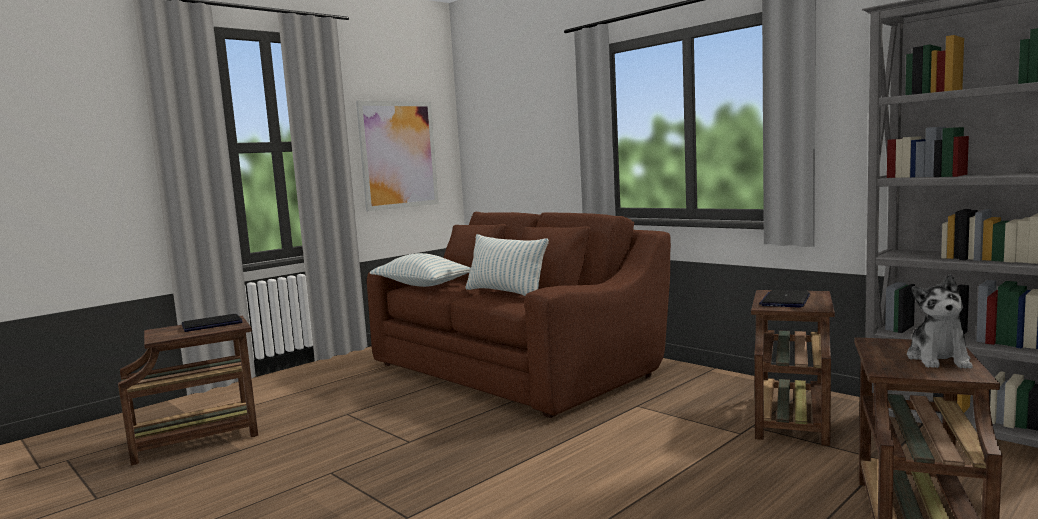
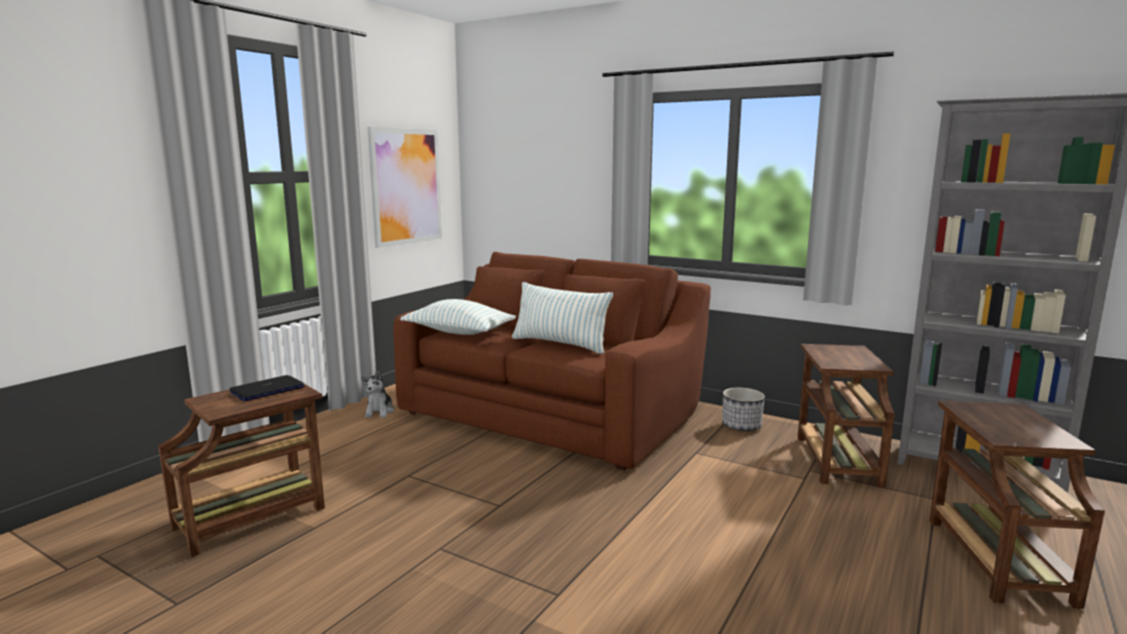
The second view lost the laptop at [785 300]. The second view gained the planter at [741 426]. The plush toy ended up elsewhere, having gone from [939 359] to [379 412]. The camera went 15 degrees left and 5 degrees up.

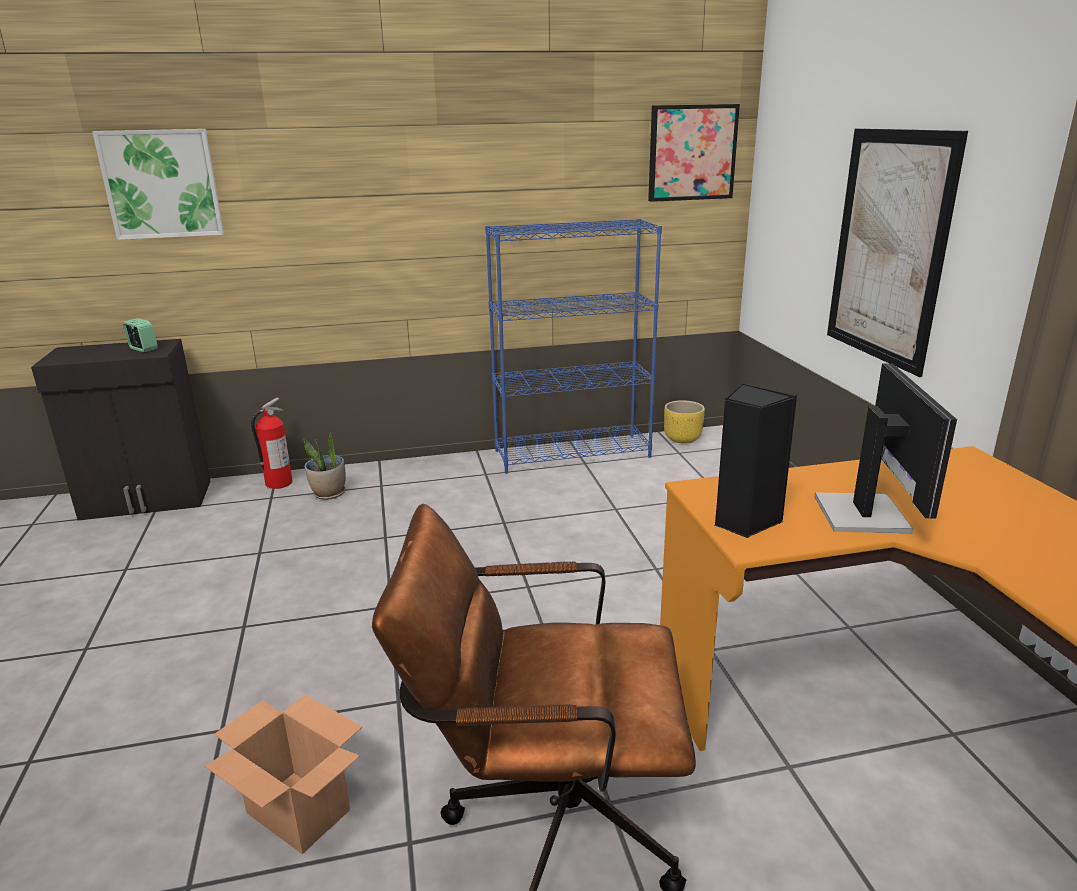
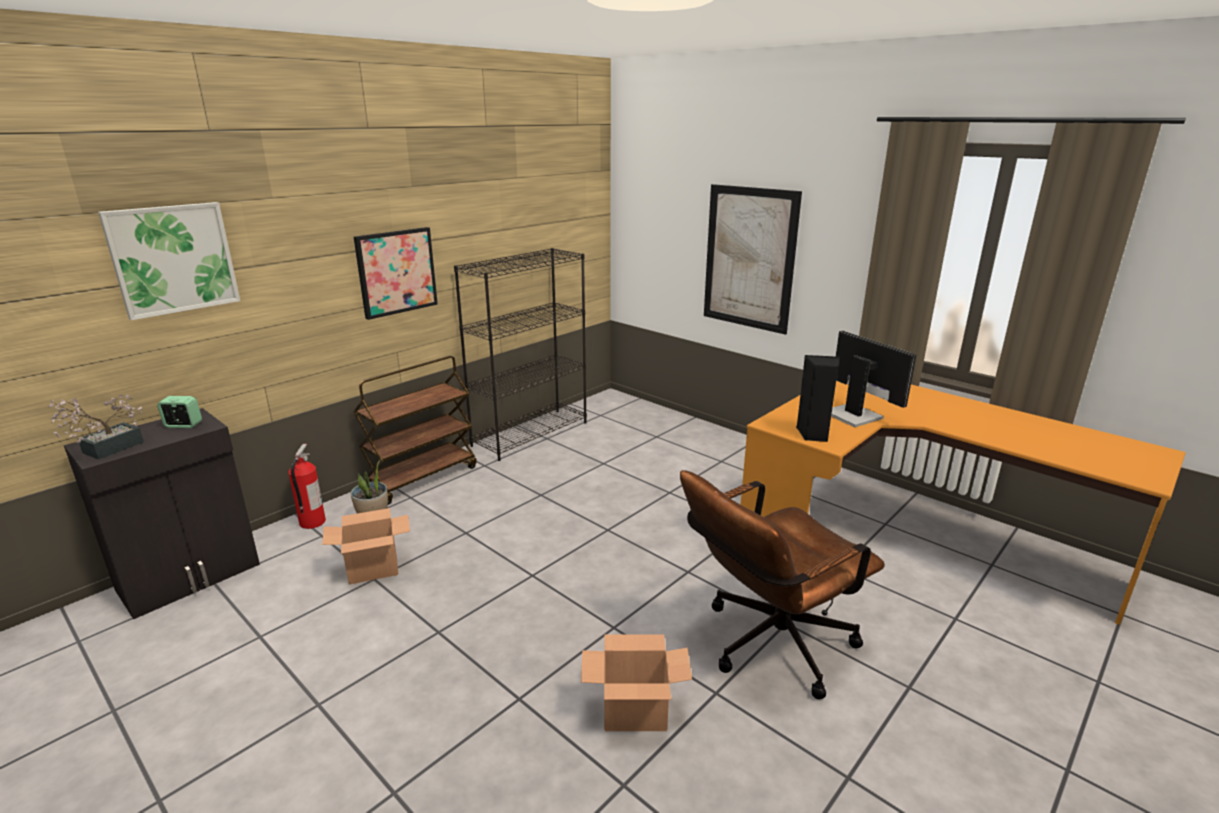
The second view lost the planter (yellow) at [682 439]. The second view gained the potted plant at [106 449]. The second view gained the cardboard box at [374 569]. The second view gained the cart (brown) at [422 477]. The picture ended up elsewhere, having gone from [692 153] to [396 272]. What was the bookcase (blue) at [573 453] turned into the bookcase (black) at [530 433]. The camera went 35 degrees left and 0 degrees up.

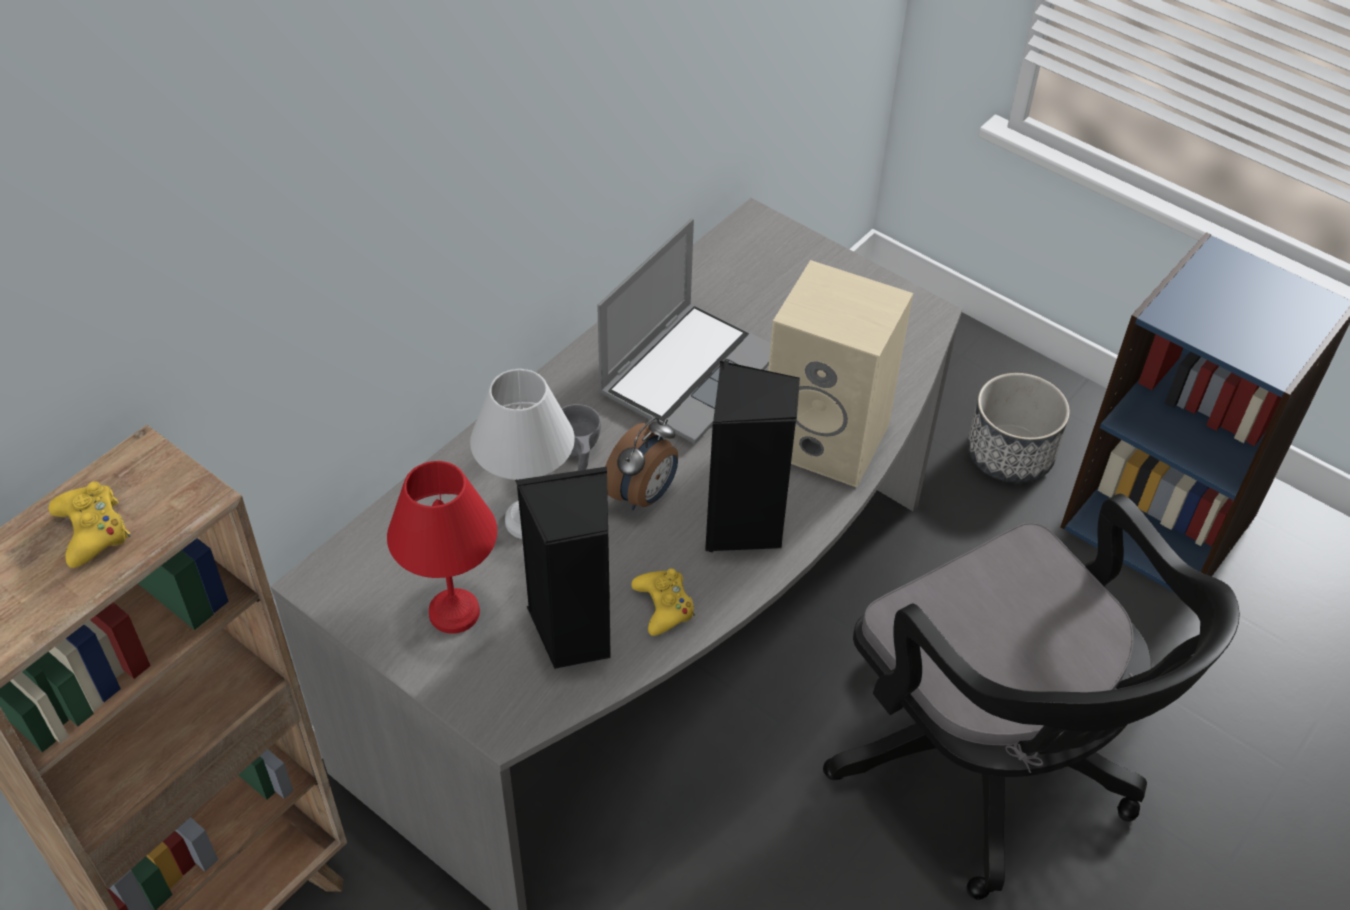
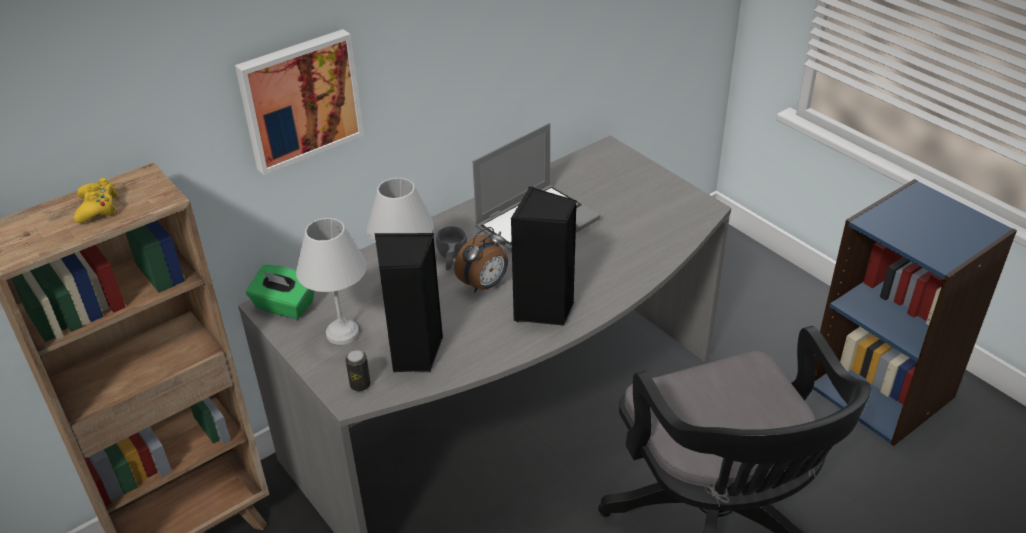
The second view lost the game controller (yellow) at [664 606]. The second view lost the speaker (beige) at [829 438]. The second view lost the planter at [1010 454]. The second view gained the picture at [299 99]. The second view gained the tissue box (green) at [284 306]. The second view gained the can at [360 385]. What was the table lamp (red) at [451 613] turned into the table lamp (white) at [340 333]. The camera went 15 degrees right and 10 degrees down.

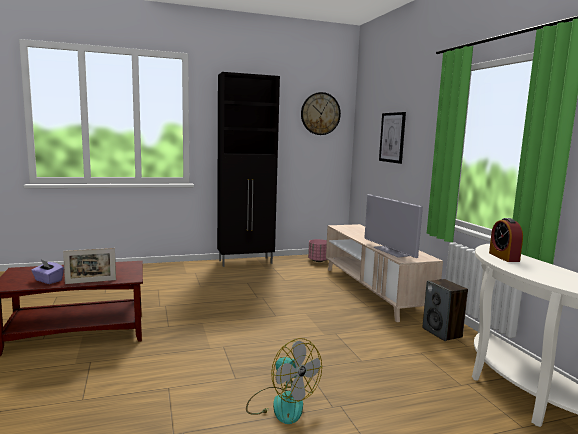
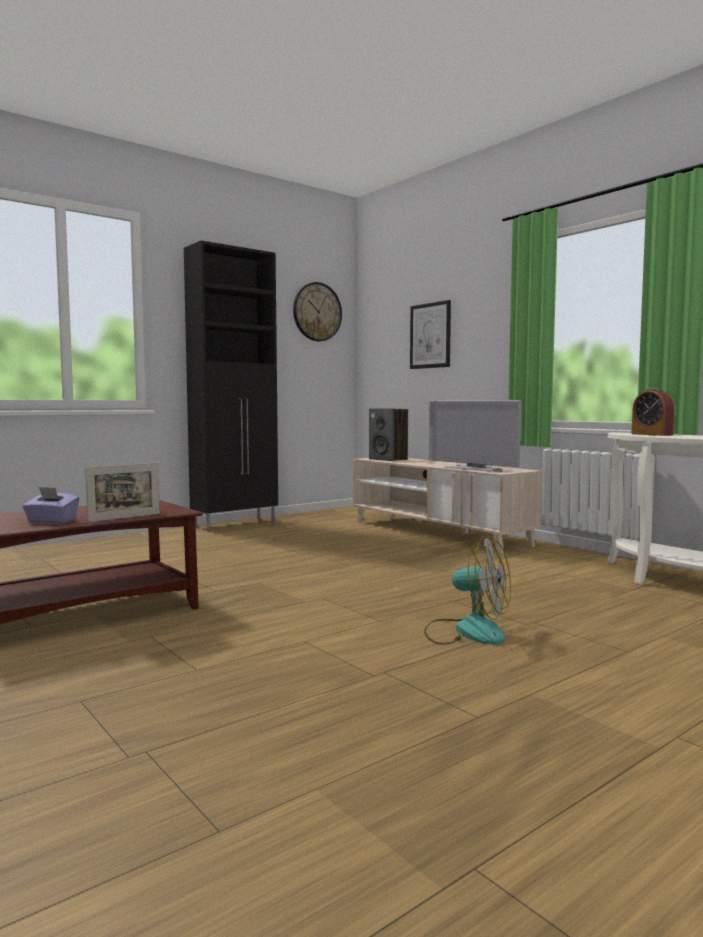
The second view lost the planter (pink) at [318 261]. The speaker ended up elsewhere, having gone from [442 333] to [388 459]. The camera went 20 degrees left and 5 degrees down.

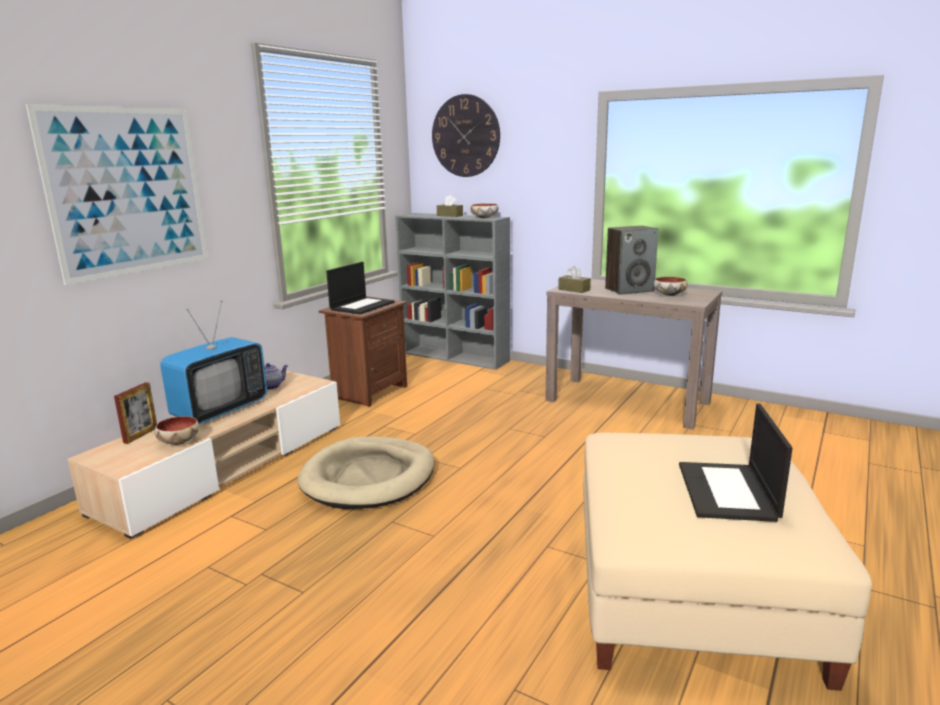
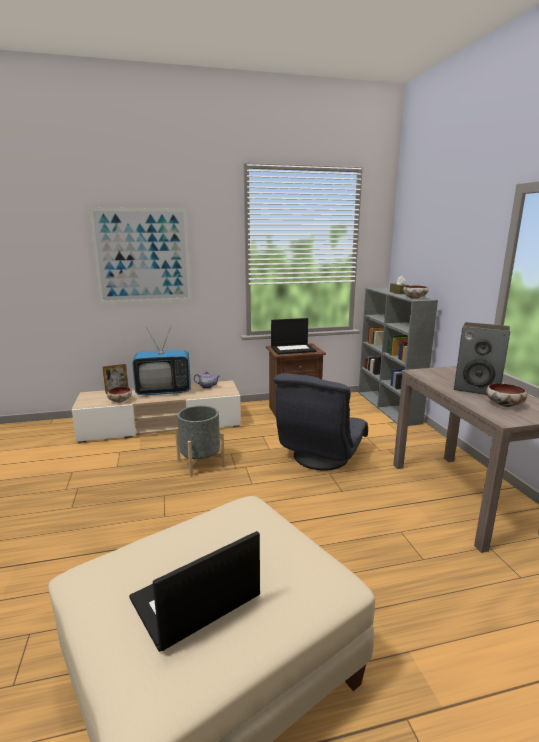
The second view lost the wall clock at [465 136]. The second view lost the tissue box (brown) at [574 290]. The second view gained the armchair (grey) at [319 457]. Where the dog bed (beige) stood at [369 477], the planter (grey) came to stand at [200 463]. The camera went 45 degrees right and 0 degrees up.

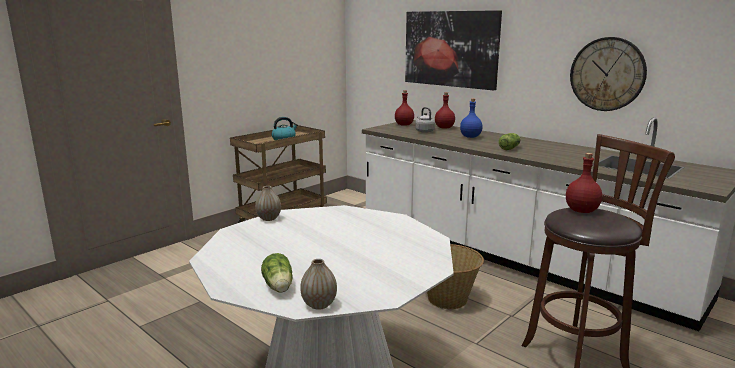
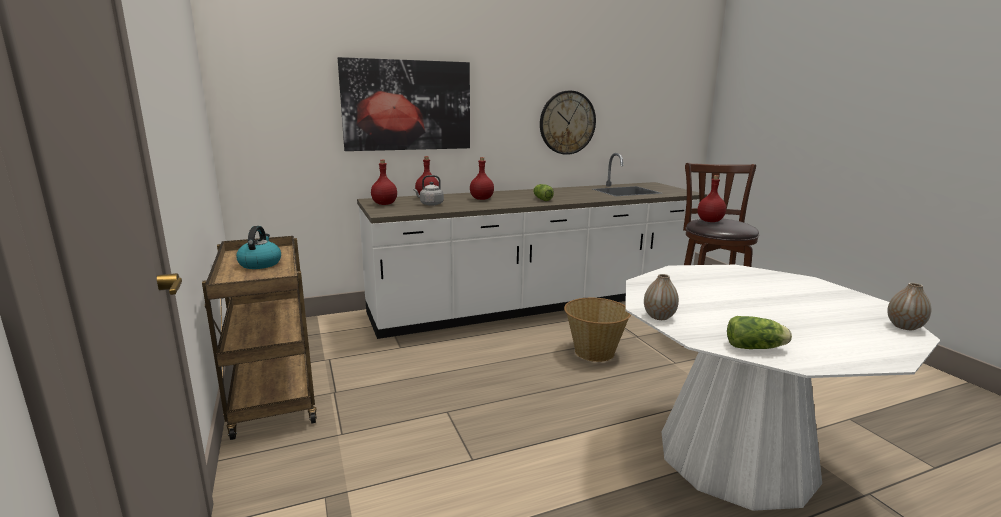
The lettuce ended up elsewhere, having gone from [278 287] to [756 347]. What was the bottle (blue) at [471 137] turned into the bottle (red) at [482 199]. The camera went 65 degrees left and 0 degrees up.

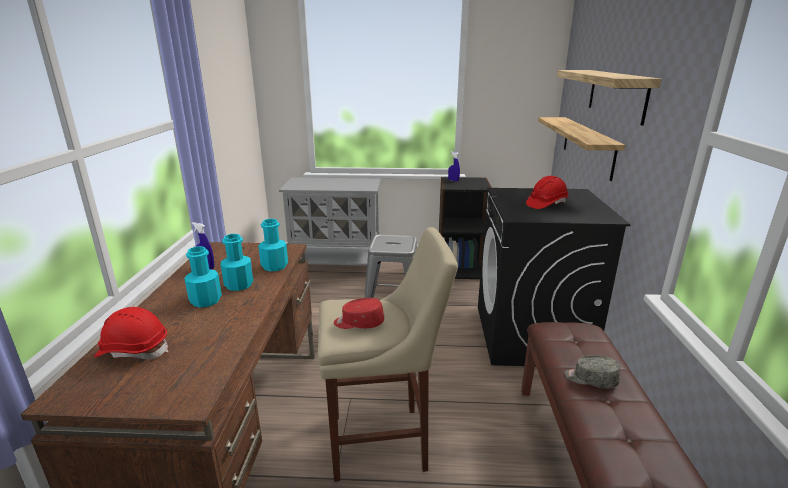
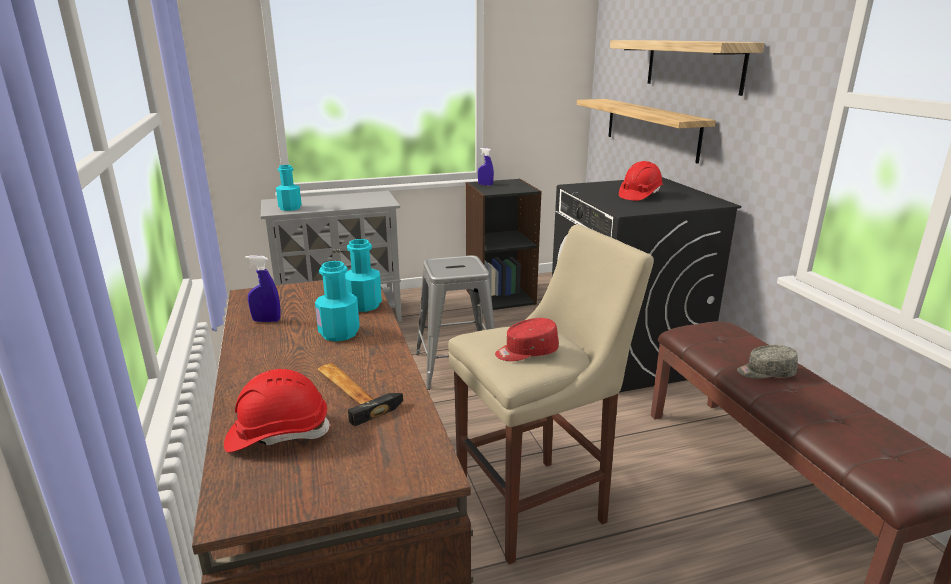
The second view gained the hammer at [353 392]. The bottle (turquoise) ended up elsewhere, having gone from [206 300] to [290 208]. The camera went 20 degrees left and 0 degrees up.

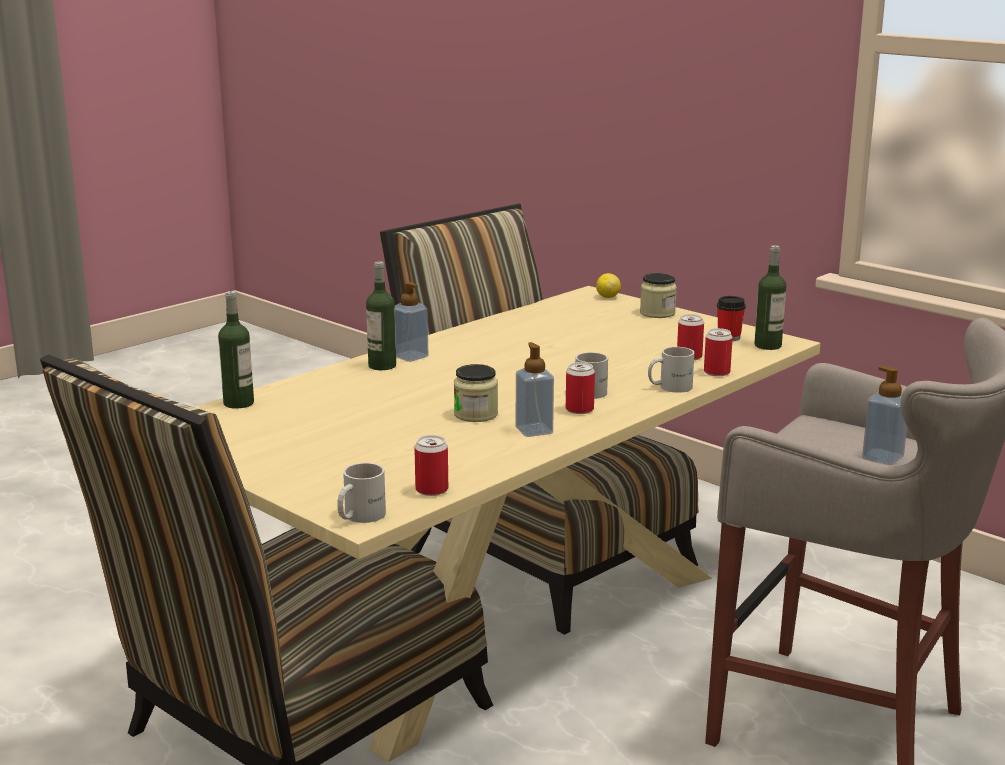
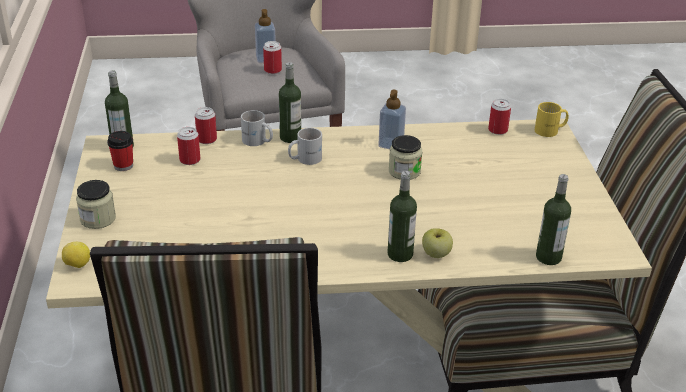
The second view lost the soap dispenser at [410 356]. The second view gained the bottle at [290 137]. The second view gained the apple at [436 254]. The can ended up elsewhere, having gone from [579 410] to [272 70]. What was the mug (white) at [358 516] turned into the mug (yellow) at [550 130]. The camera went 140 degrees left and 15 degrees up.

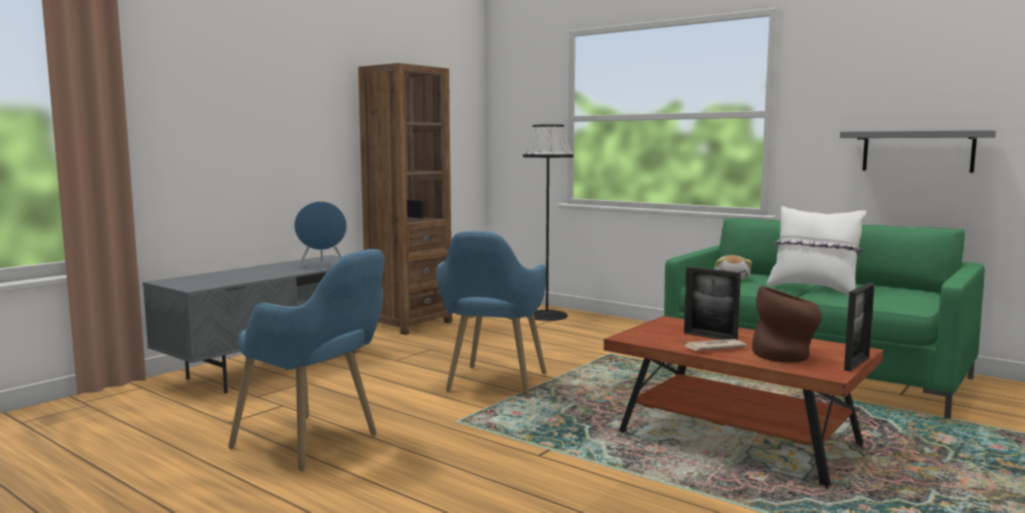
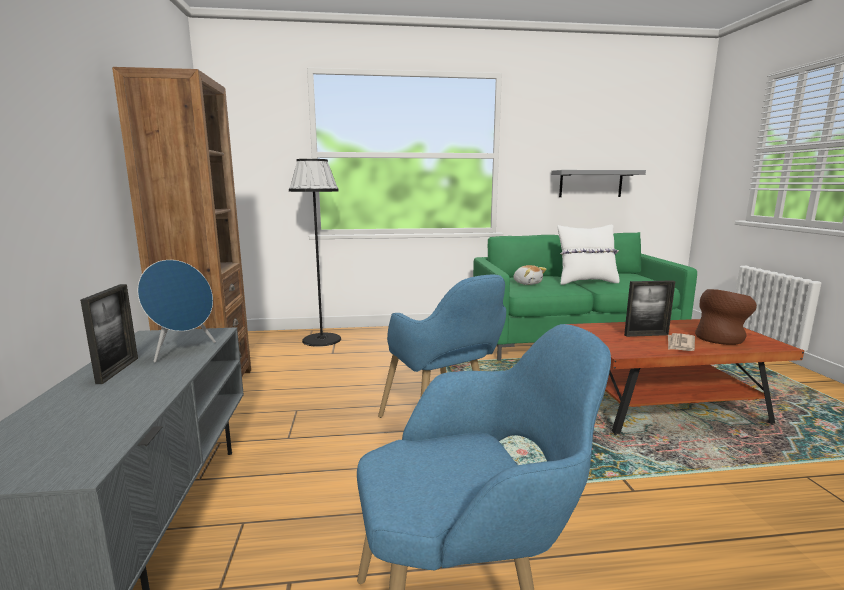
The picture frame ended up elsewhere, having gone from [856 363] to [118 370]. The camera went 45 degrees left and 5 degrees up.

